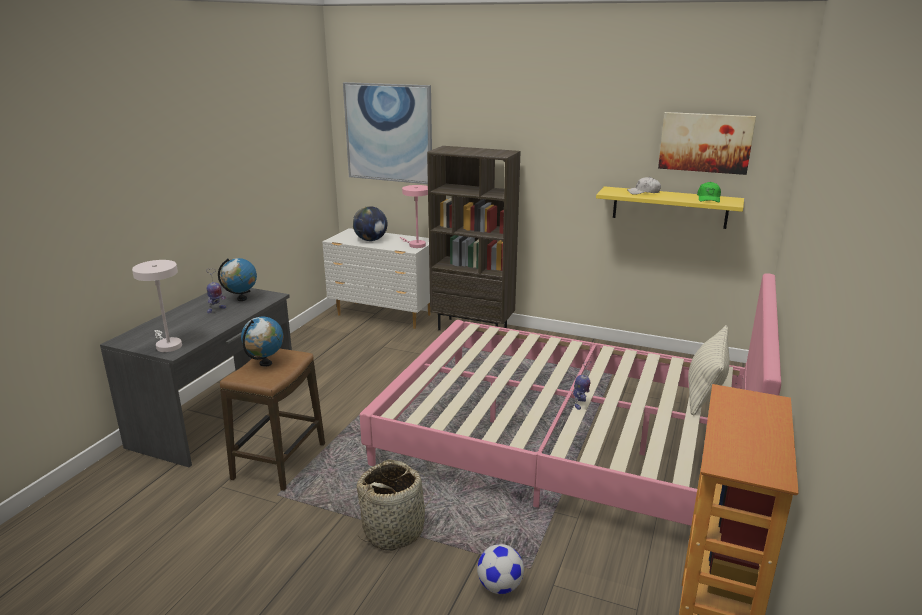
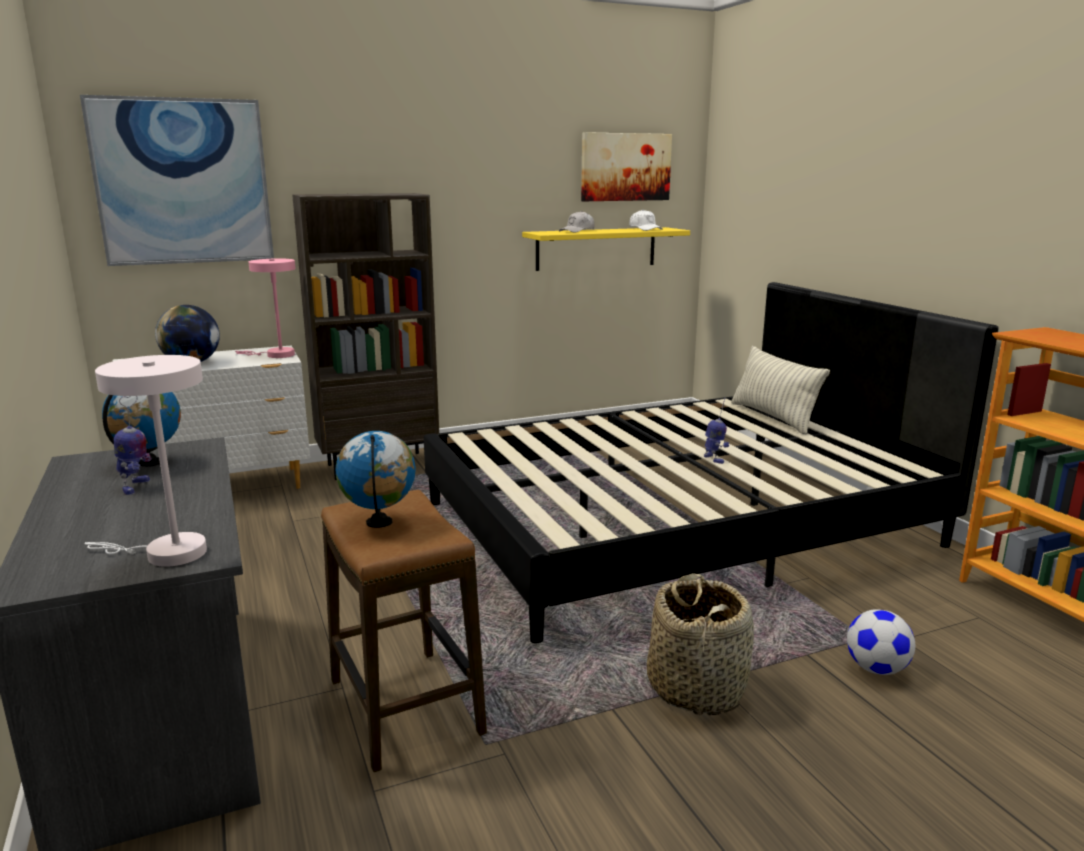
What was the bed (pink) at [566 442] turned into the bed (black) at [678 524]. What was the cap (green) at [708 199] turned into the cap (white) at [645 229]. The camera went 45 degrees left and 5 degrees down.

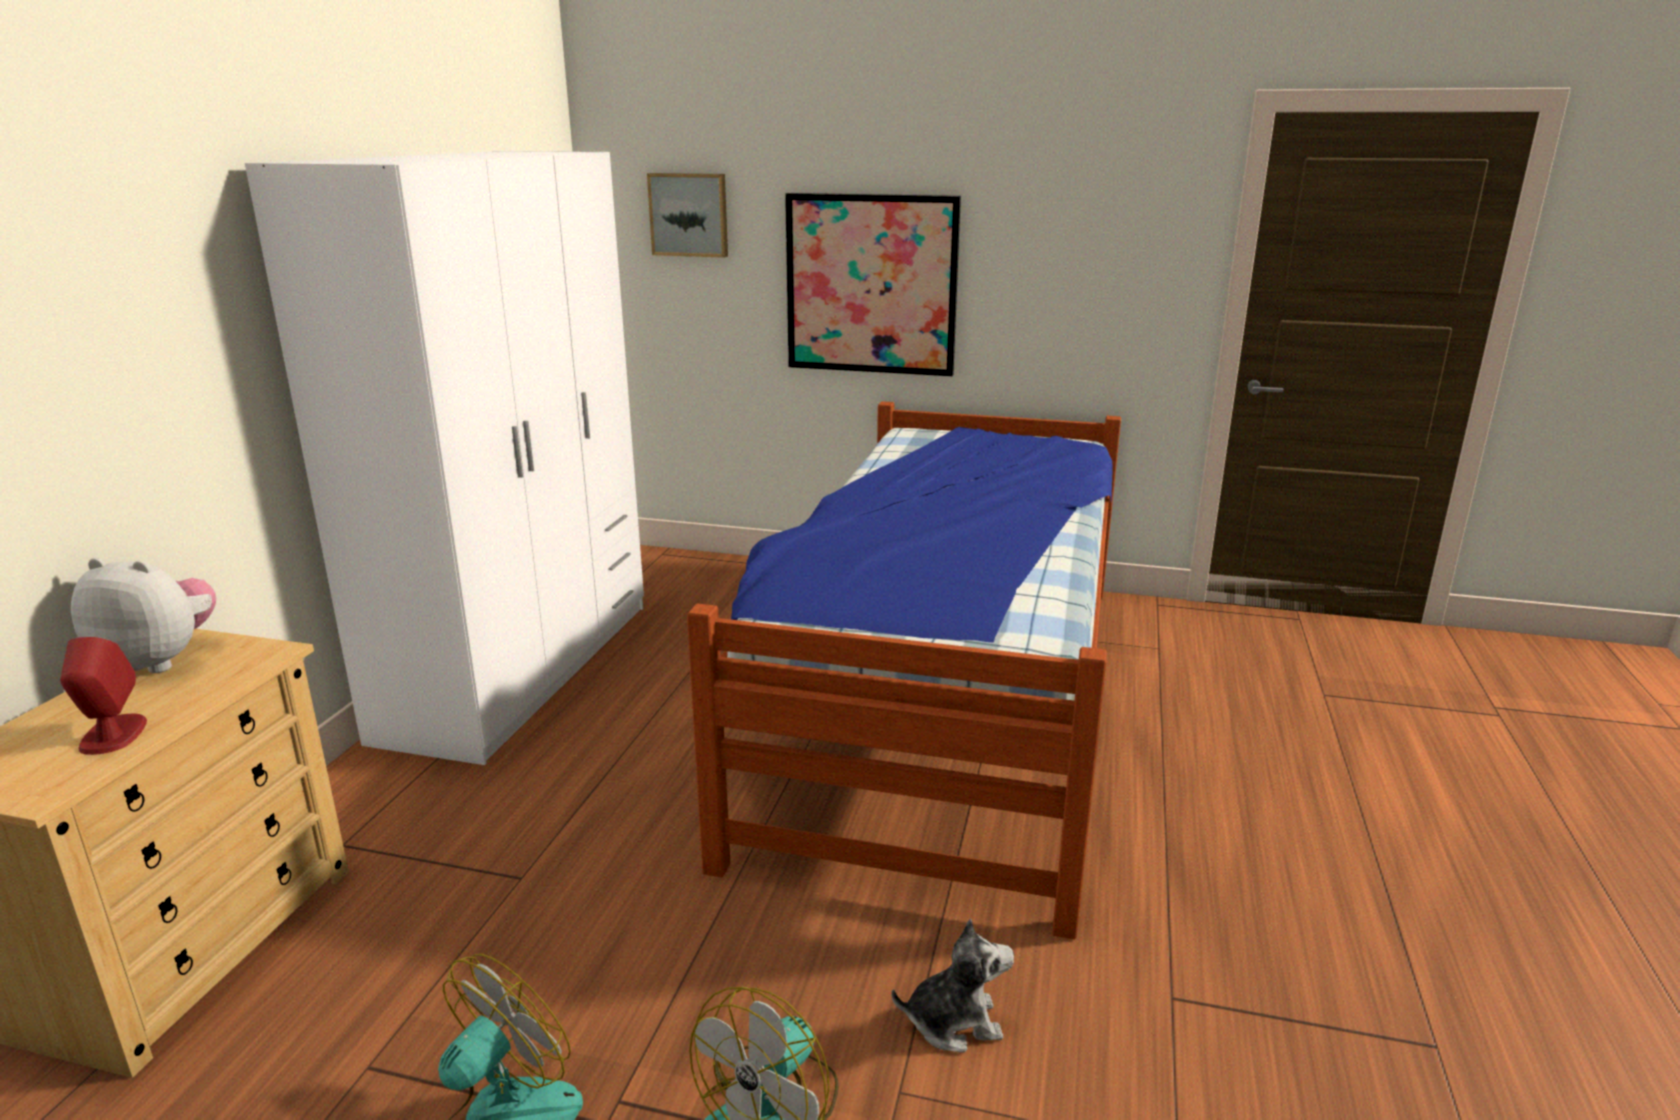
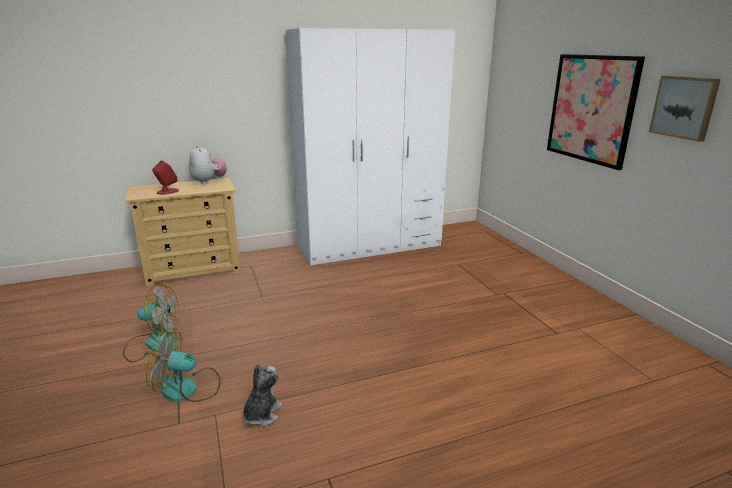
The second view lost the bed at [944 701]. The picture ended up elsewhere, having gone from [689 214] to [684 107]. The plush toy at [954 1022] ended up facing another way, 120 degrees counterclockwise from before. The camera went 55 degrees right and 0 degrees up.

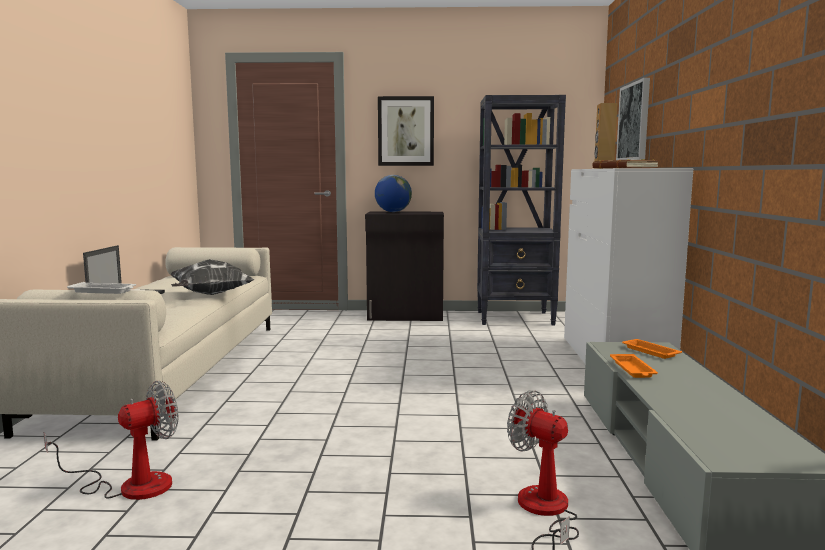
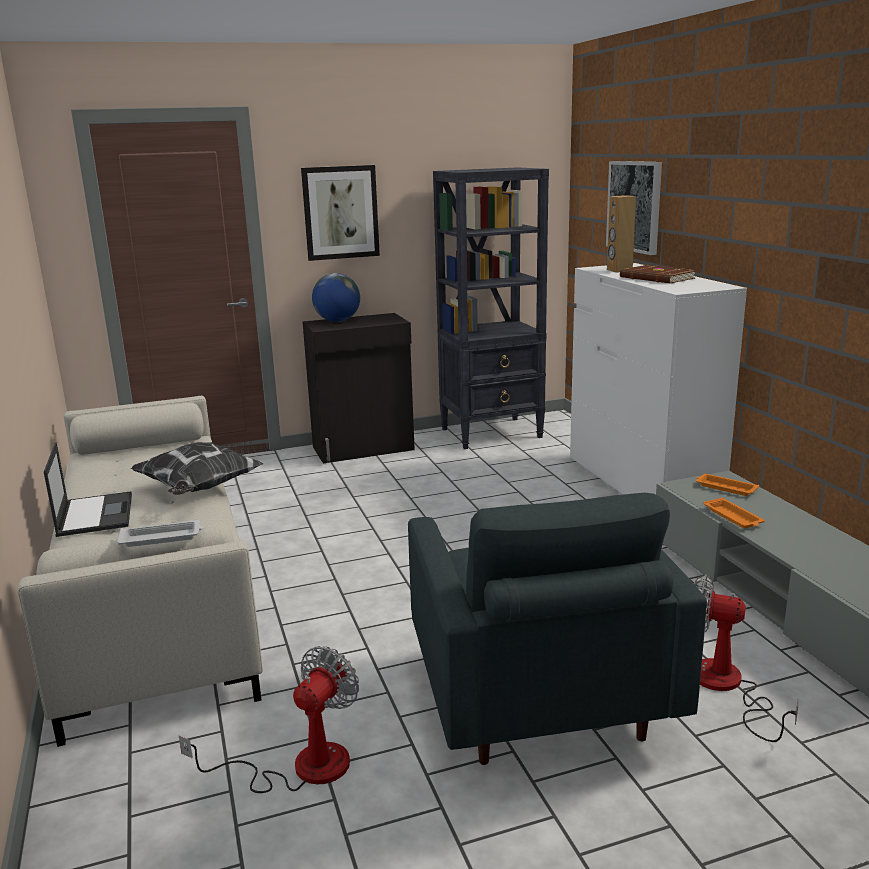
The second view gained the armchair (grey) at [538 698]. The camera went 20 degrees left and 10 degrees up.

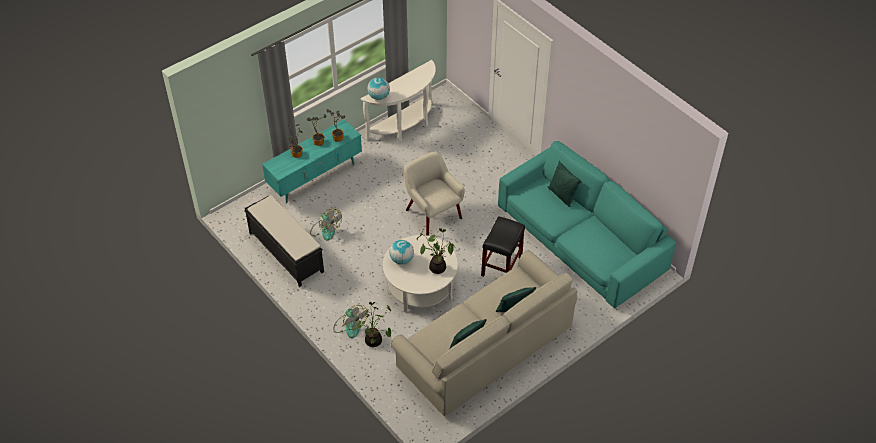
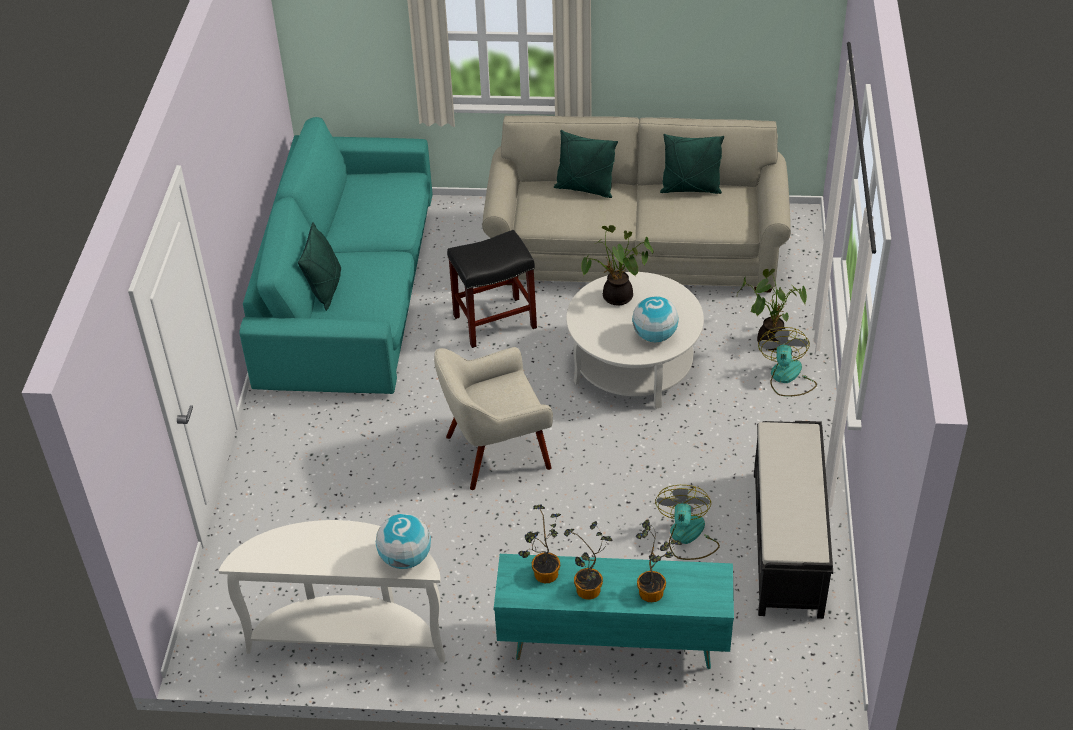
The armchair (beige) at [432 213] ended up facing another way, 60 degrees clockwise from before. The camera went 135 degrees left and 5 degrees down.

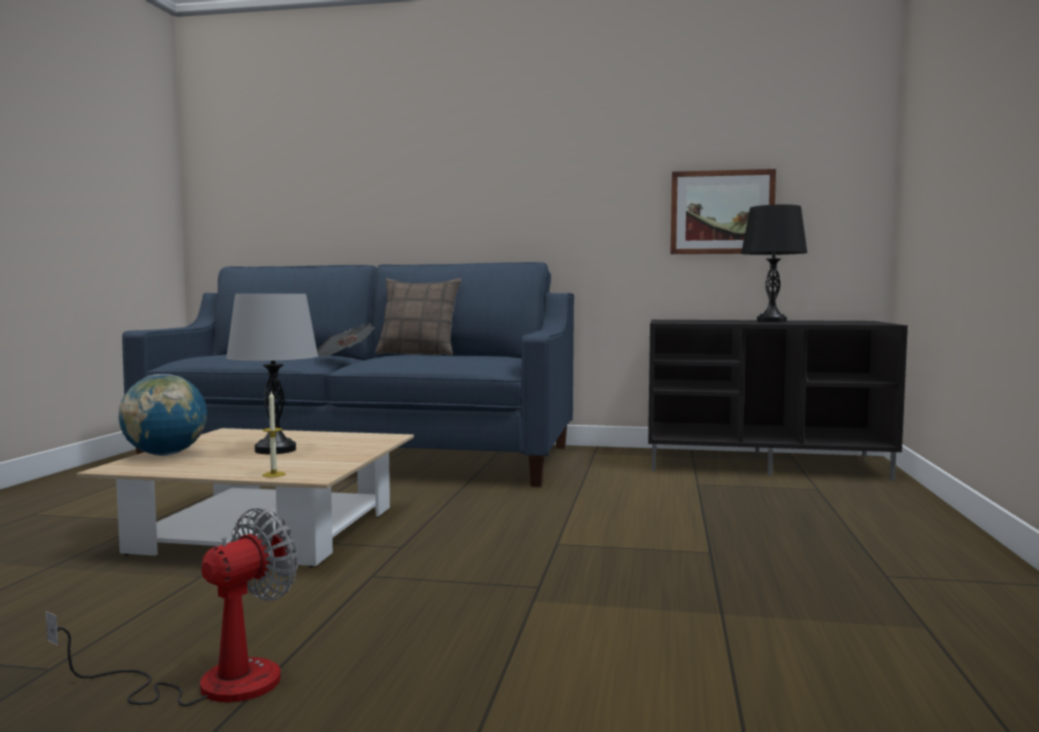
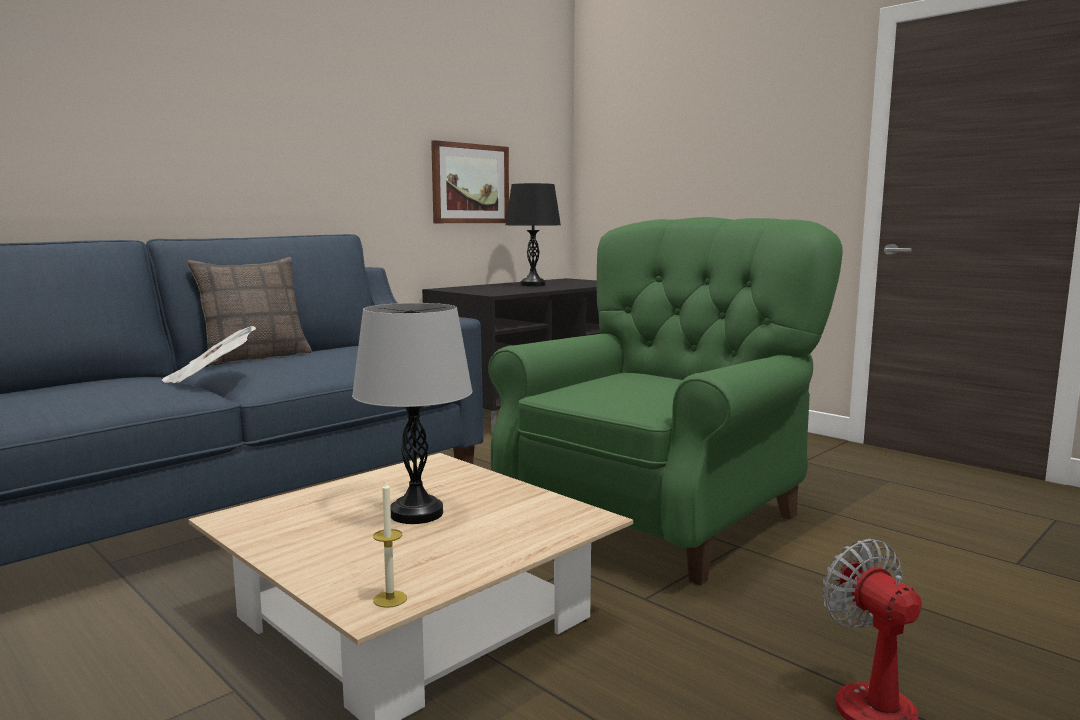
The second view lost the globe at [165 454]. The second view gained the armchair (green) at [662 516]. The candle ended up elsewhere, having gone from [273 474] to [390 599]. The camera went 55 degrees left and 5 degrees up.

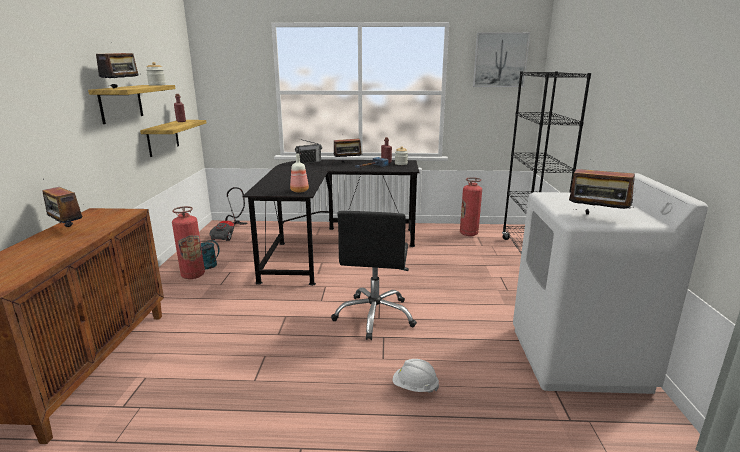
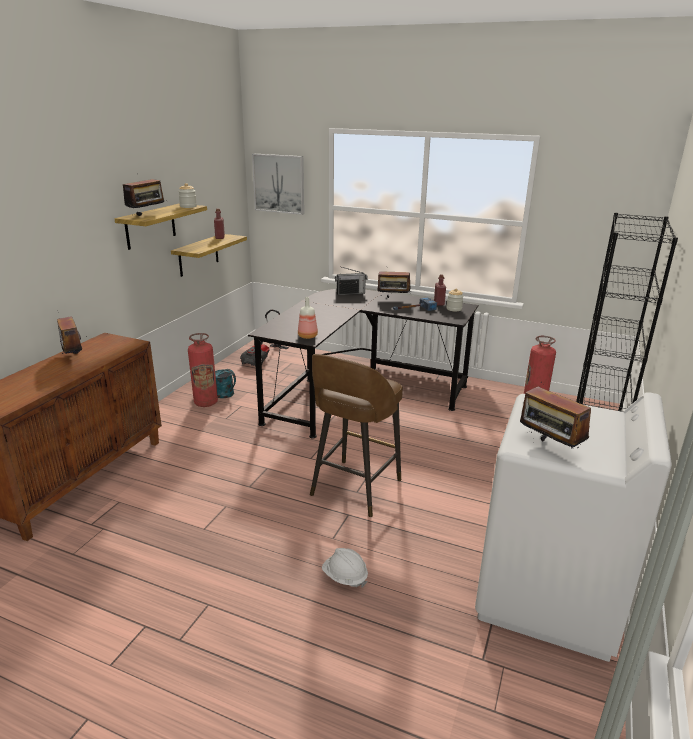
The picture ended up elsewhere, having gone from [500 60] to [279 183]. Where the office chair (black) stood at [375 316], the stool (brown) came to stand at [354 489]. The camera went 20 degrees right and 5 degrees up.

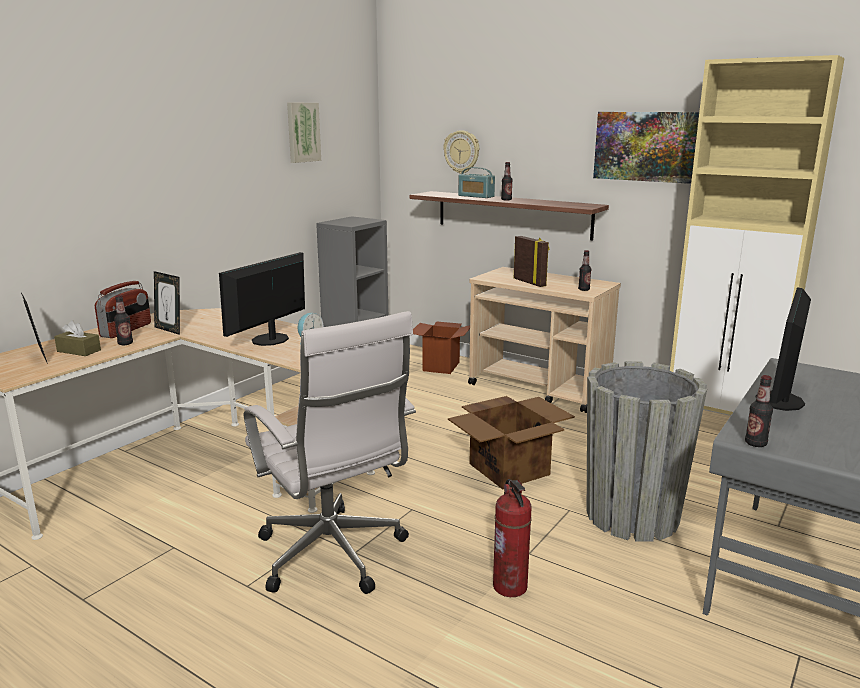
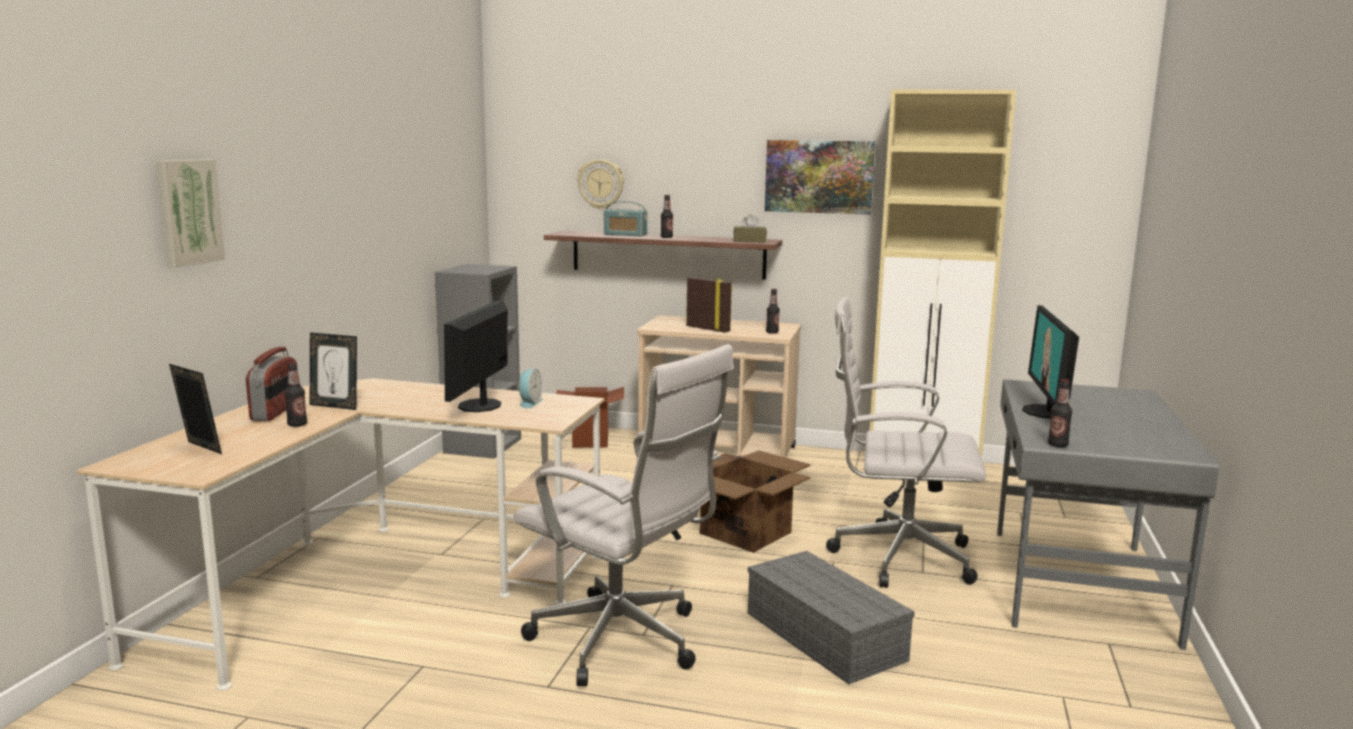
The tissue box (brown) ended up elsewhere, having gone from [79 351] to [749 241]. The picture ended up elsewhere, having gone from [302 132] to [187 212]. Where the fire extinguisher stood at [511 587], the storage box (grey) came to stand at [827 636]. Where the planter (grey) stood at [632 516], the office chair (white) came to stand at [896 557]. The camera went 20 degrees left and 5 degrees down.

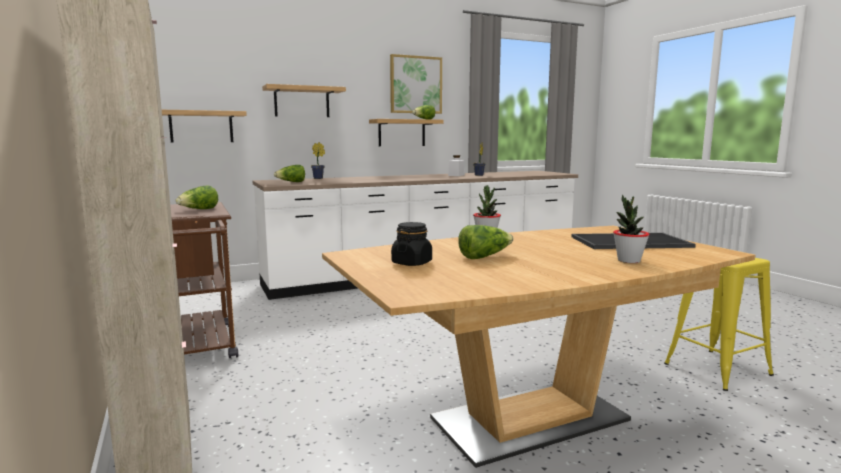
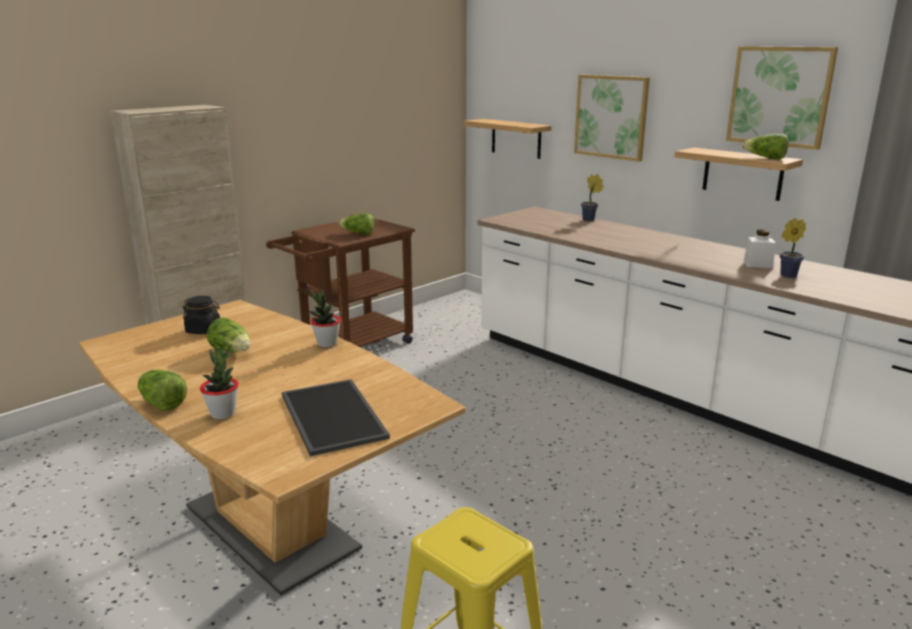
The lettuce ended up elsewhere, having gone from [291 182] to [161 403]. Where the shelf hung at [302 102], the picture came to hang at [611 117]. The camera went 70 degrees right and 10 degrees up.

